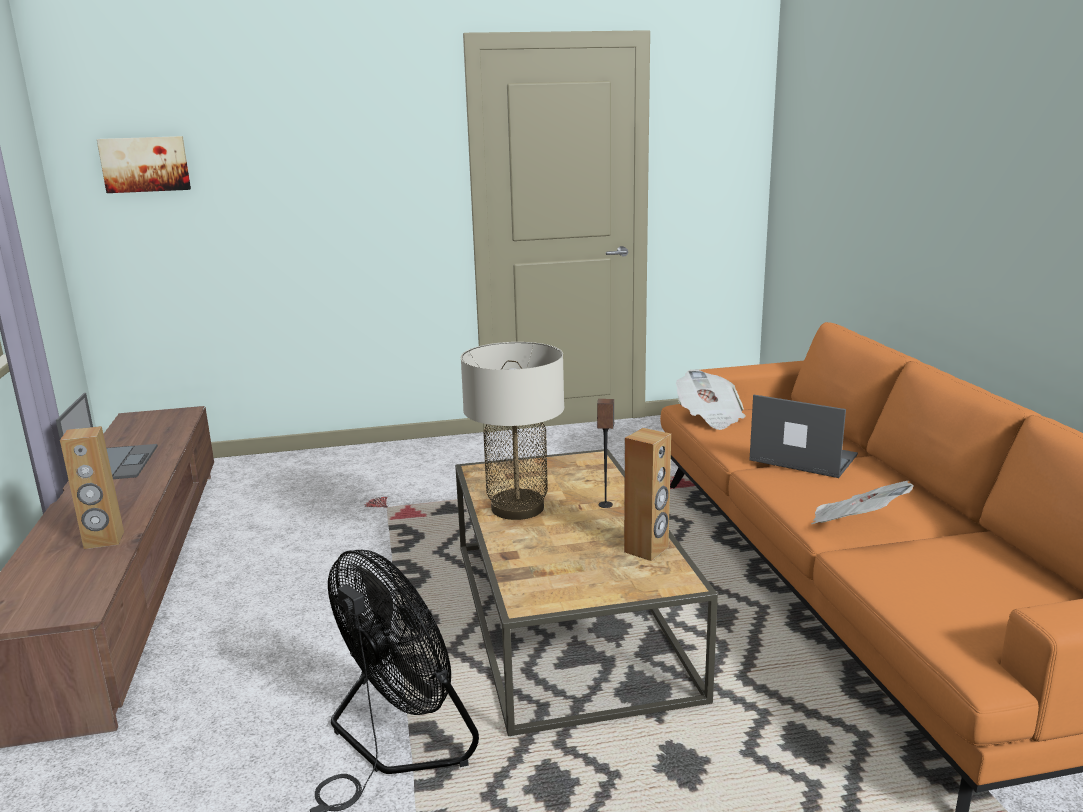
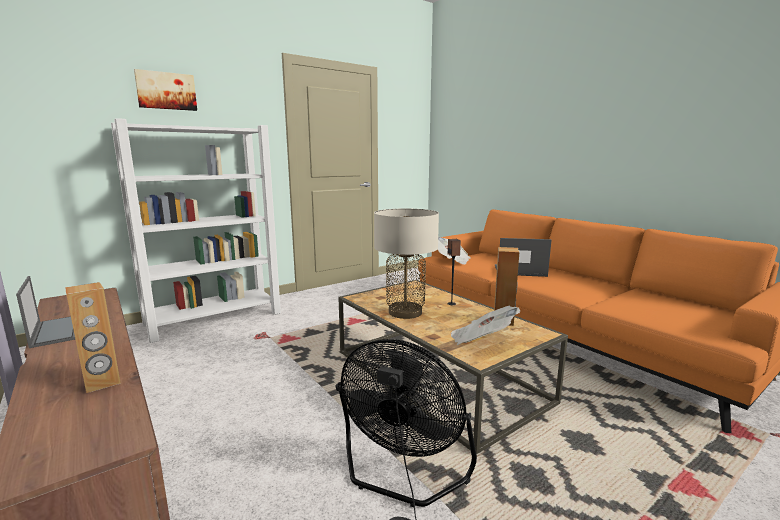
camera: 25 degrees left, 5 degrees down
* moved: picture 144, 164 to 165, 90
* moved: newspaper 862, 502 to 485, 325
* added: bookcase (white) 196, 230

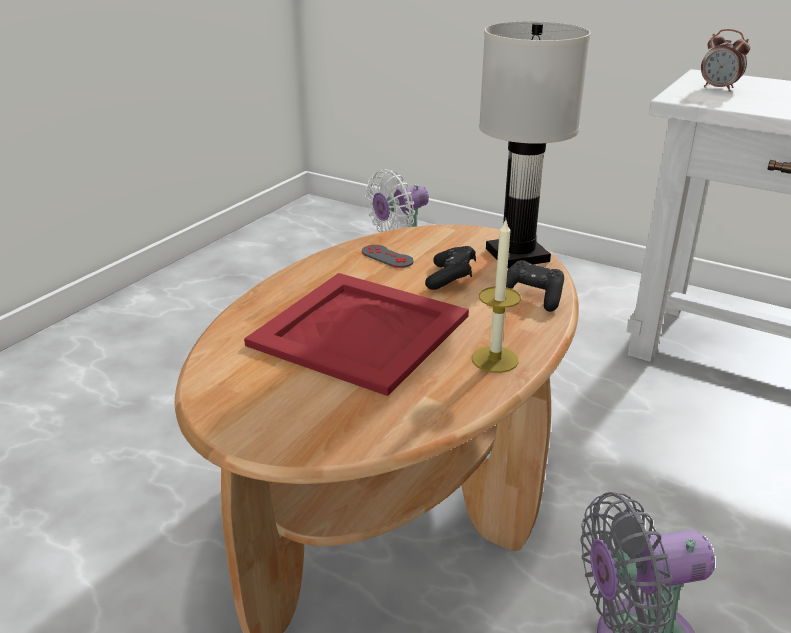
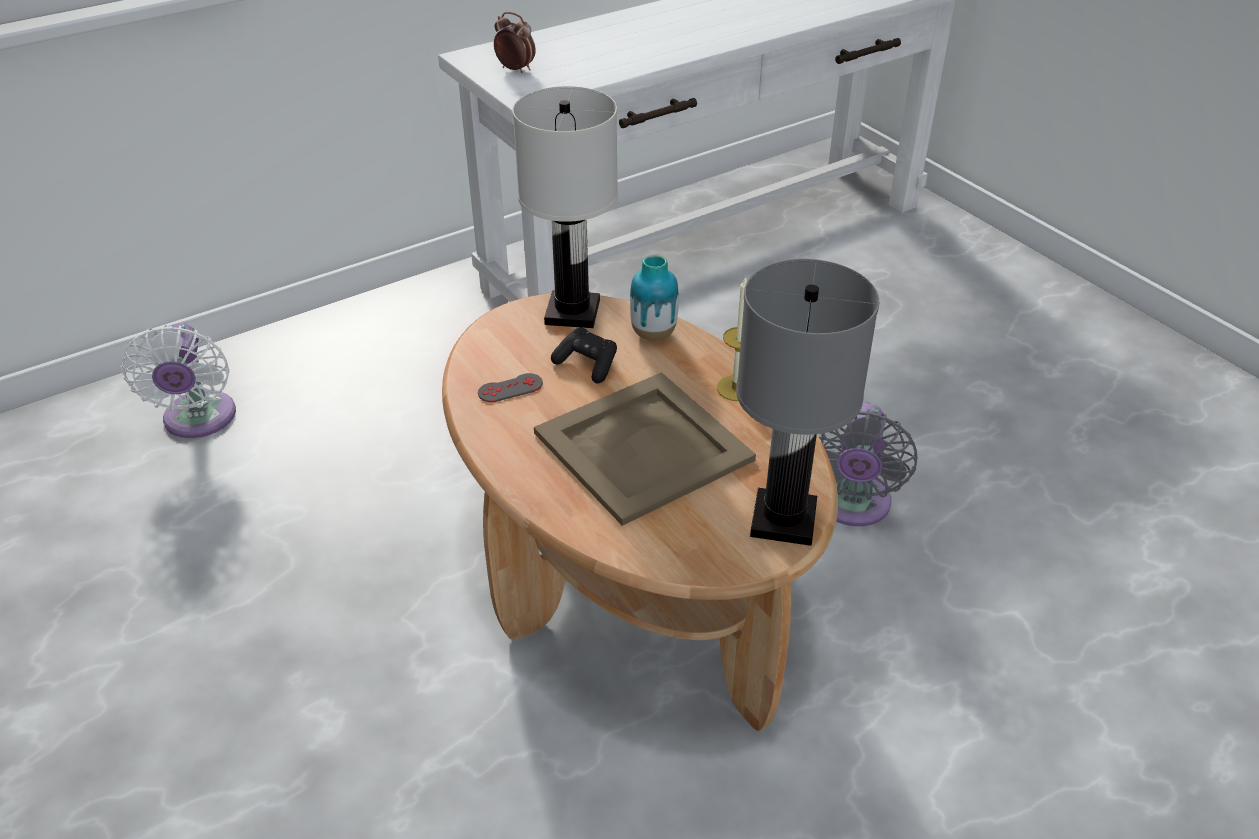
camera: 65 degrees left, 10 degrees up
* turned: alarm clock 725, 60 = 515, 42 120 degrees counterclockwise
* replaced: game controller (black) 535, 286 to vase 654, 298
* recoloured: tray (red) 356, 334 to tray (beige) 645, 449
* added: table lamp (grey) 807, 402

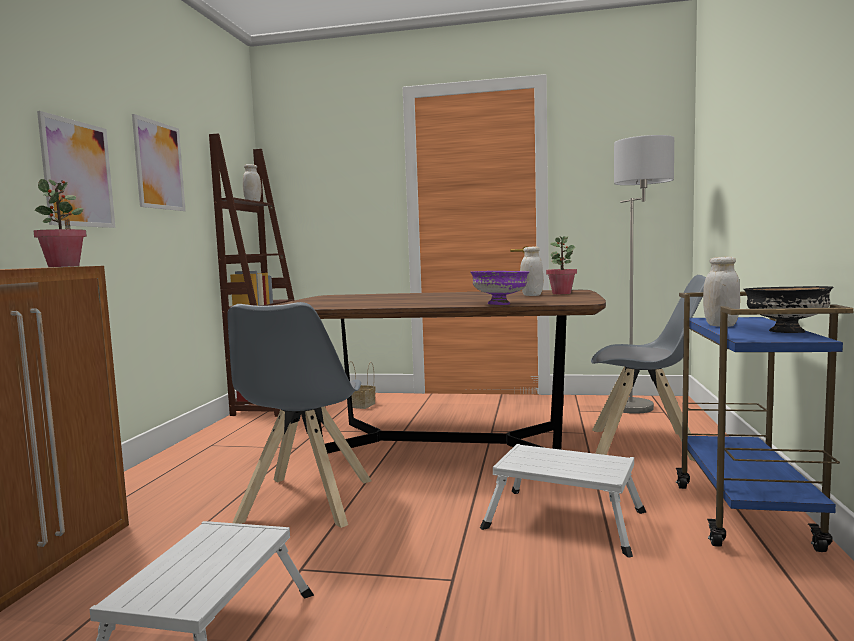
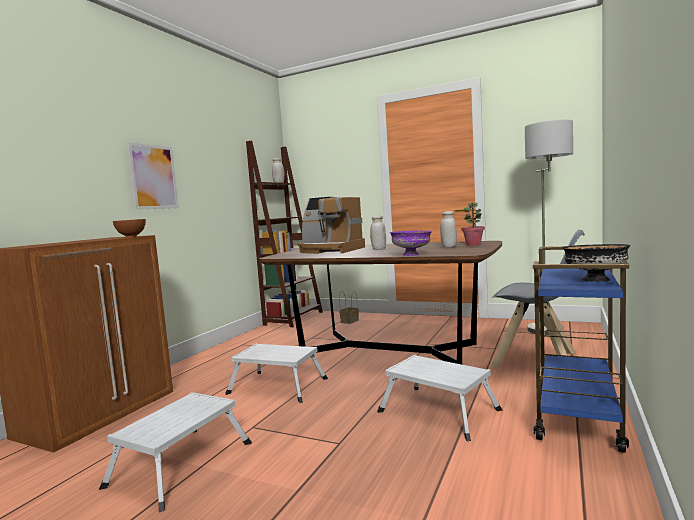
camera: 15 degrees right, 0 degrees up
* removed: picture 158, 162
* replaced: potted plant 60, 223 to bowl 129, 228
* moved: jar (white) 721, 292 to 378, 232
* replaced: chair (grey) 299, 415 to step ladder (white) 276, 373
* added: coffee machine 331, 225

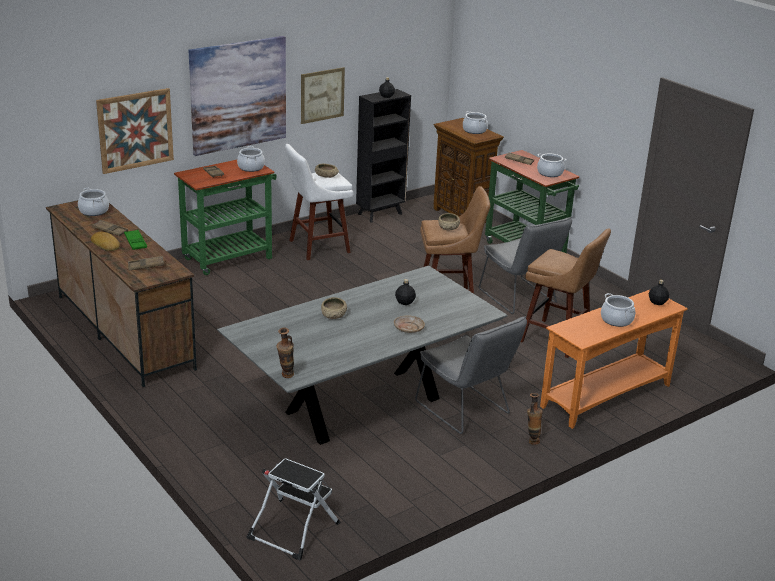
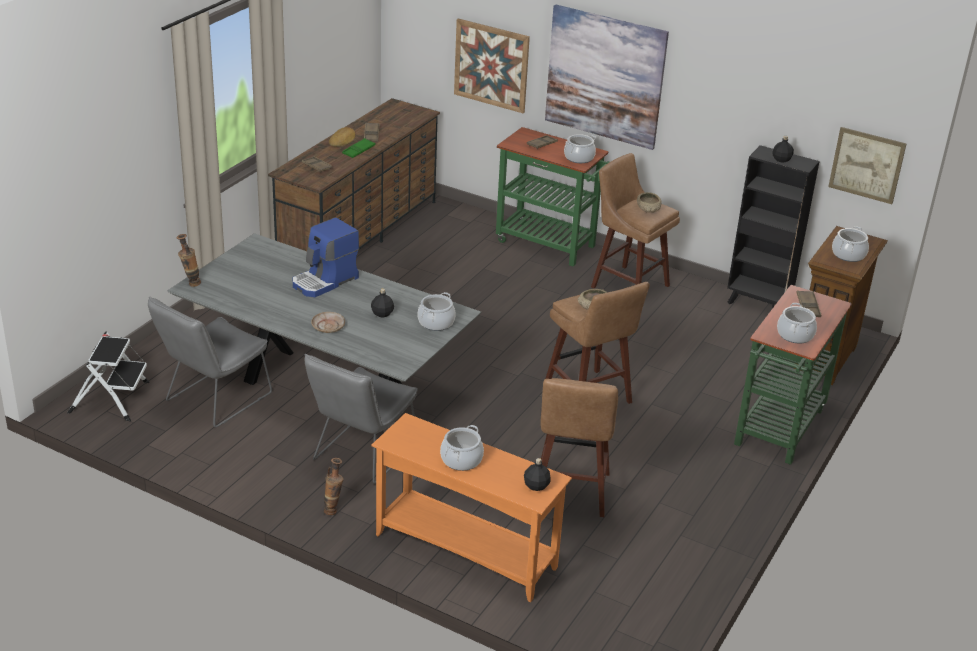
camera: 65 degrees right, 5 degrees up
* moved: picture 323, 95 to 867, 165
* recoloured: stool (white) 319, 202 to stool (brown) 635, 220
* moved: cooking pot 93, 202 to 436, 311
* moved: chair (grey) 525, 265 to 210, 362
* replaced: bowl (beige) 334, 308 to coffee machine 326, 257

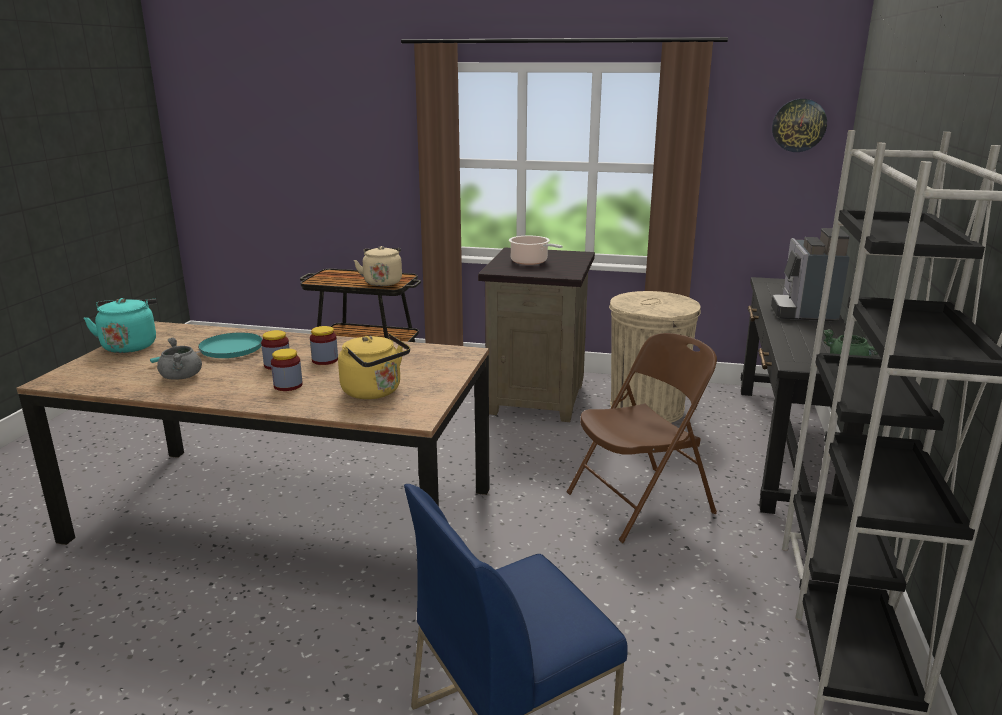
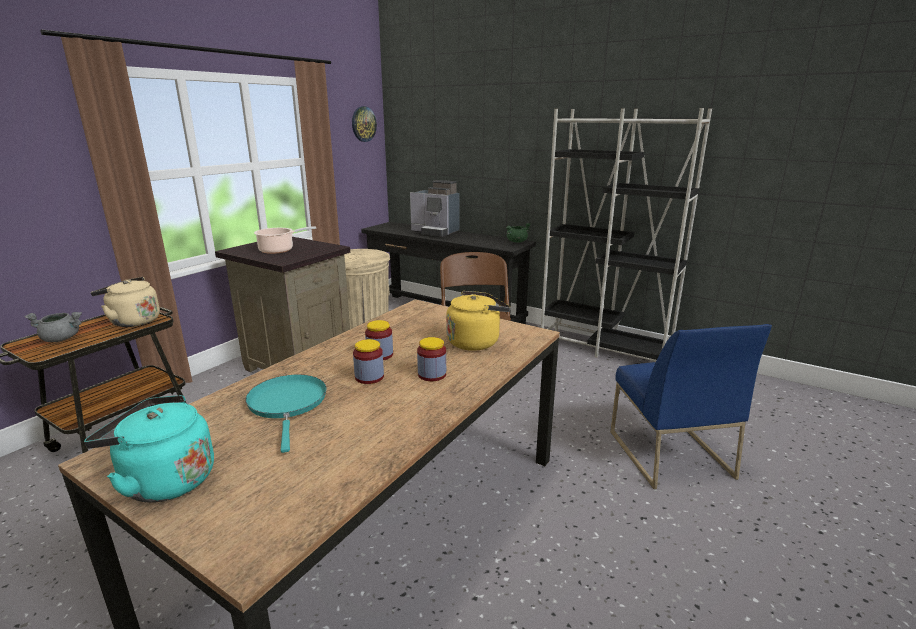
camera: 70 degrees left, 0 degrees up
* moved: cooking pot (grey) 179, 358 to 53, 327

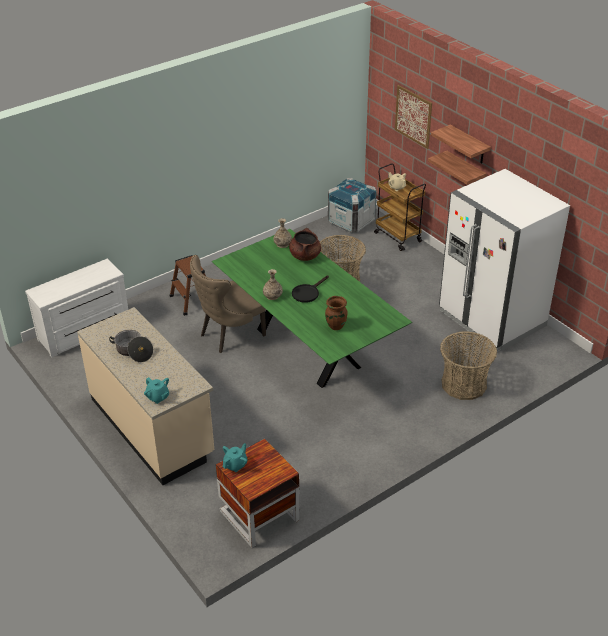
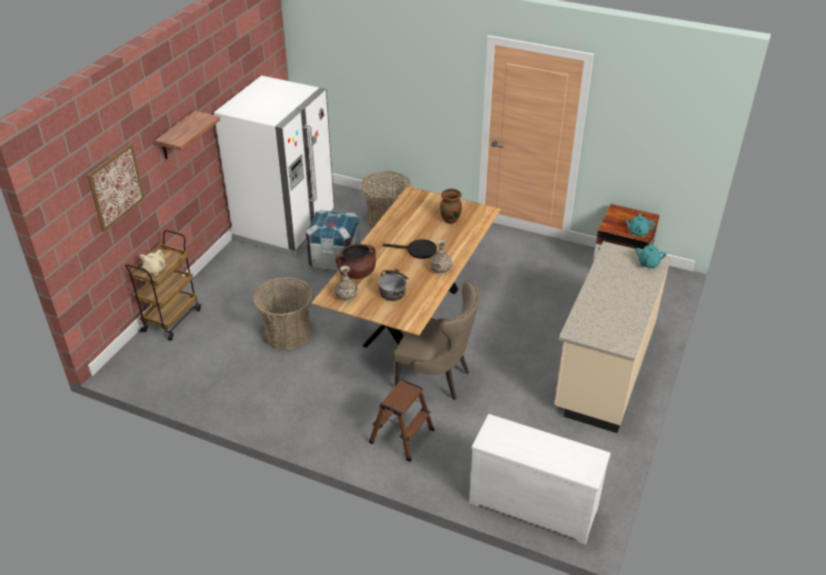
camera: 120 degrees left, 0 degrees up
* removed: shelf 457, 168
* moved: crate 352, 205 to 333, 241
* recoloured: dining table (green) 312, 308 to dining table (brown) 406, 267
* moved: cooking pot 131, 346 to 393, 285

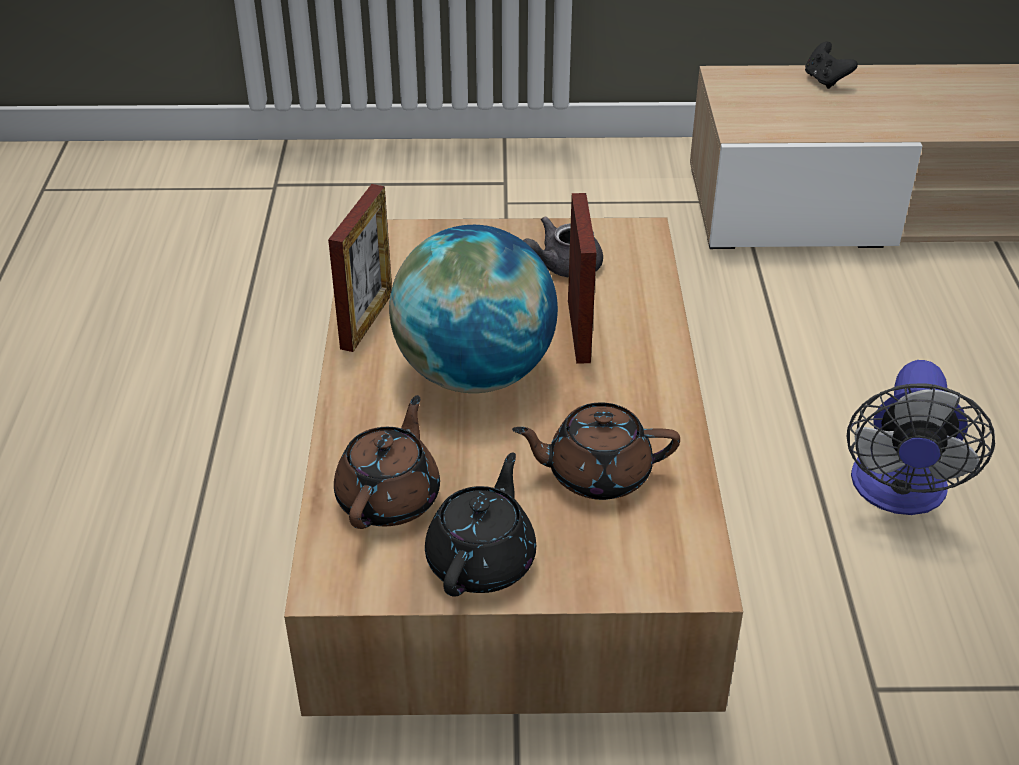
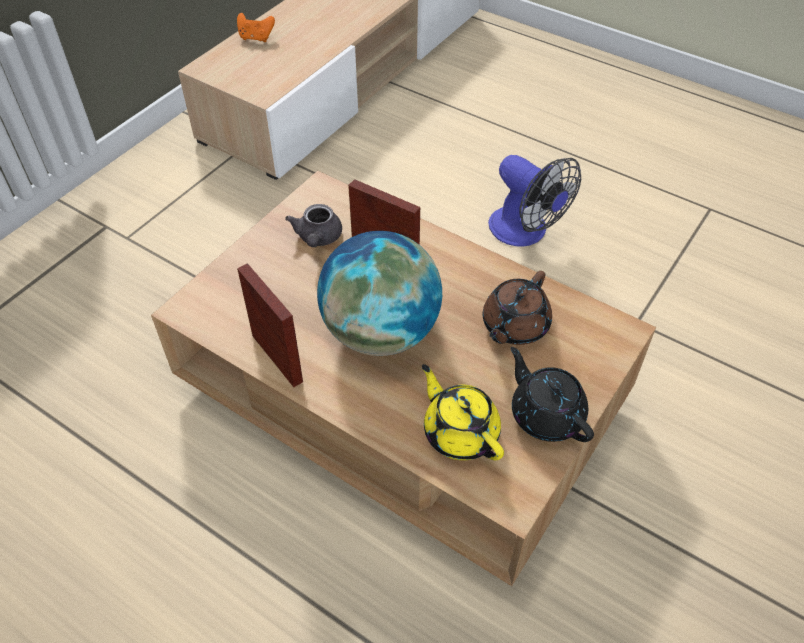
camera: 55 degrees left, 10 degrees up
* recoloured: game controller (black) 831, 65 to game controller (orange) 256, 27
* recoloured: teapot (brown) 387, 462 to teapot (yellow) 463, 412

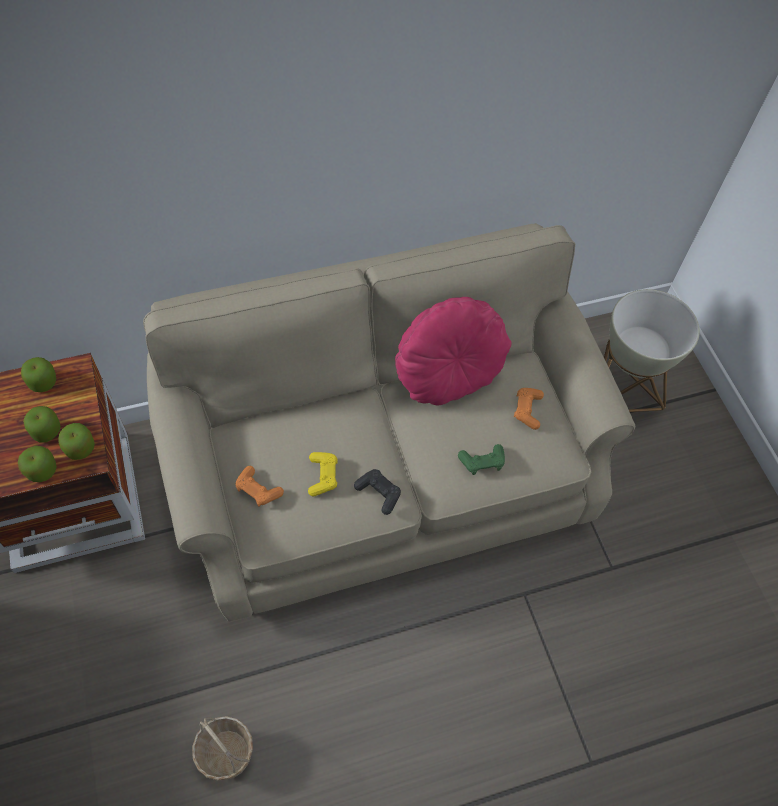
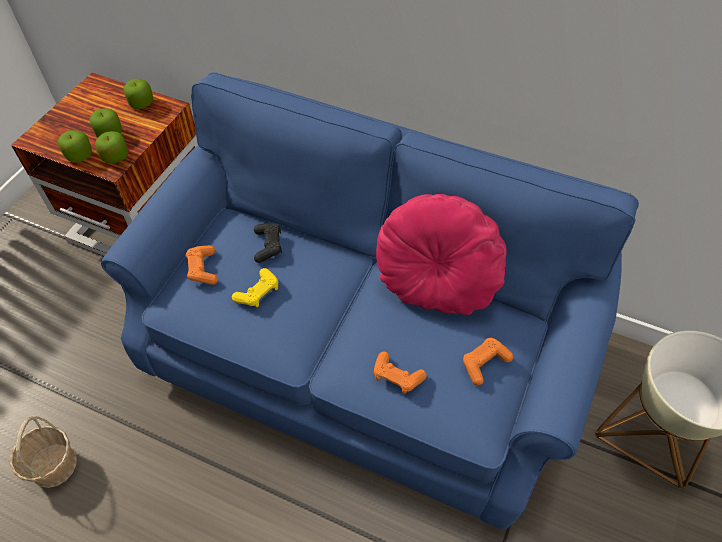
camera: 45 degrees right, 5 degrees down
* recoloured: sofa (beige) 389, 422 to sofa (blue) 370, 301
* recoloured: game controller (green) 481, 459 to game controller (orange) 400, 372
* moved: game controller (black) 377, 492 to 268, 243

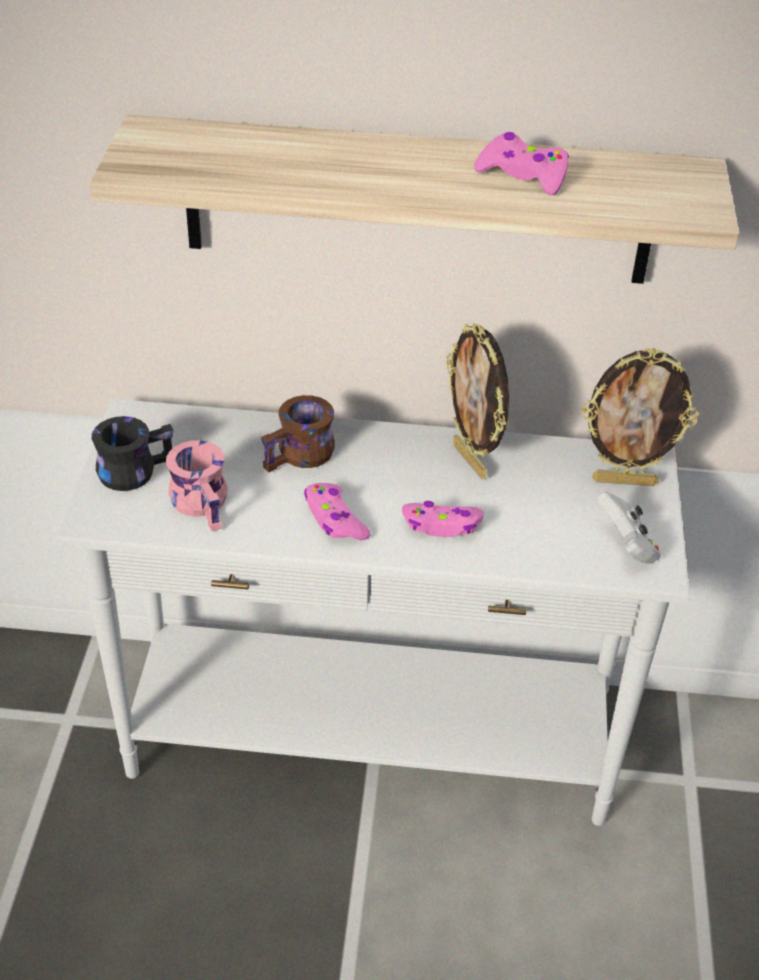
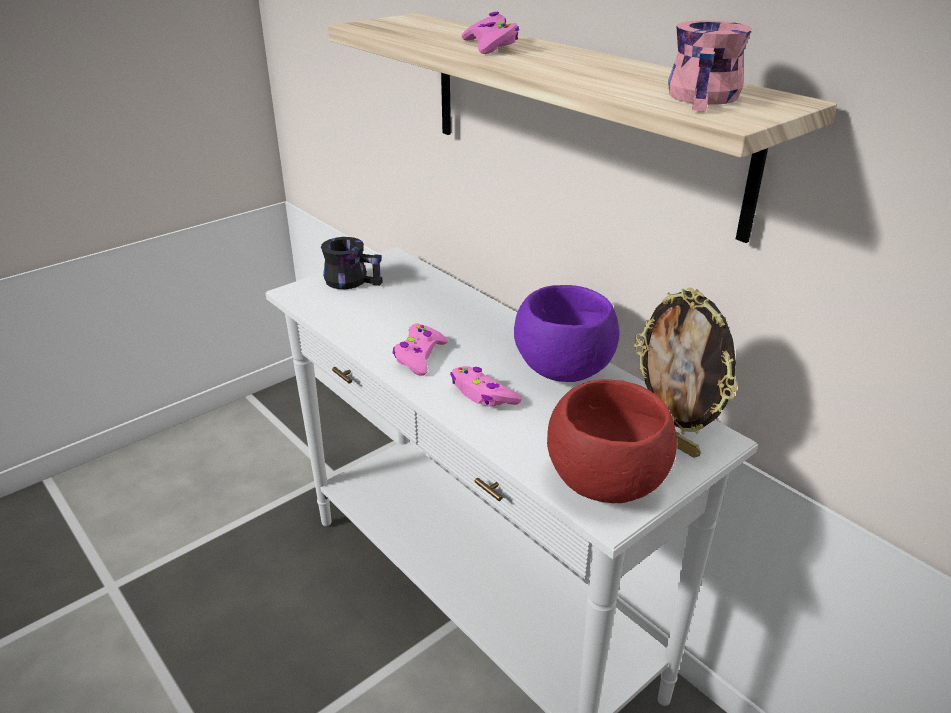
camera: 45 degrees right, 10 degrees down
* moved: game controller (pink) 521, 163 to 490, 33
* replaced: picture frame 477, 401 to bowl (purple) 566, 333
* removed: mug (brown) 298, 433
* moved: mug (pink) 196, 485 to 710, 66
* replaced: game controller (white) 629, 528 to bowl (red) 612, 441

